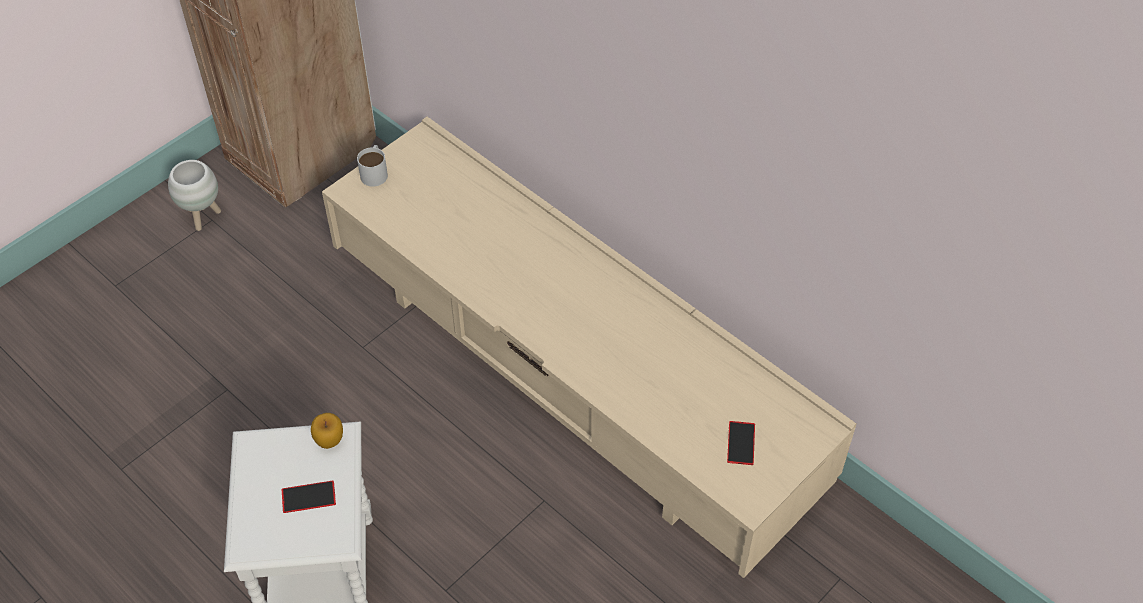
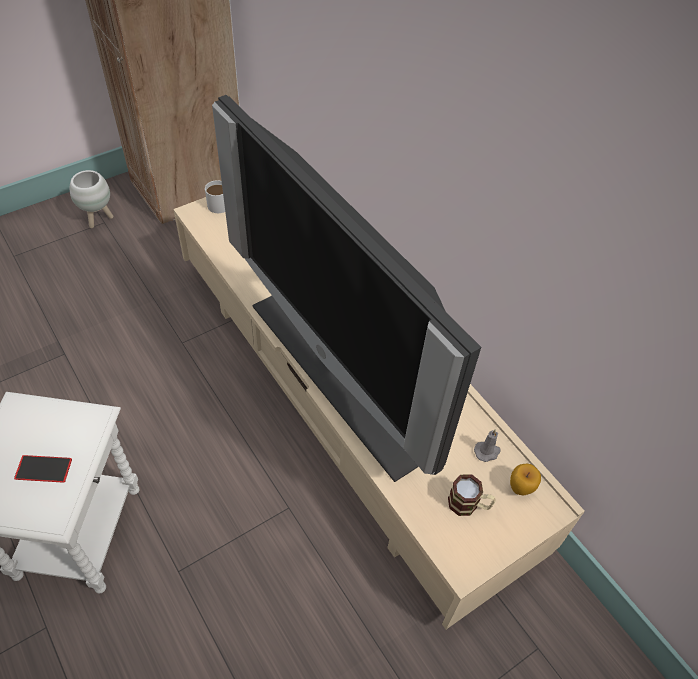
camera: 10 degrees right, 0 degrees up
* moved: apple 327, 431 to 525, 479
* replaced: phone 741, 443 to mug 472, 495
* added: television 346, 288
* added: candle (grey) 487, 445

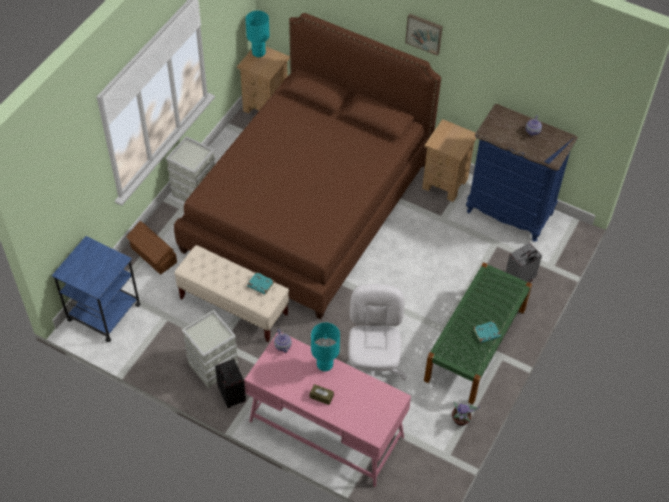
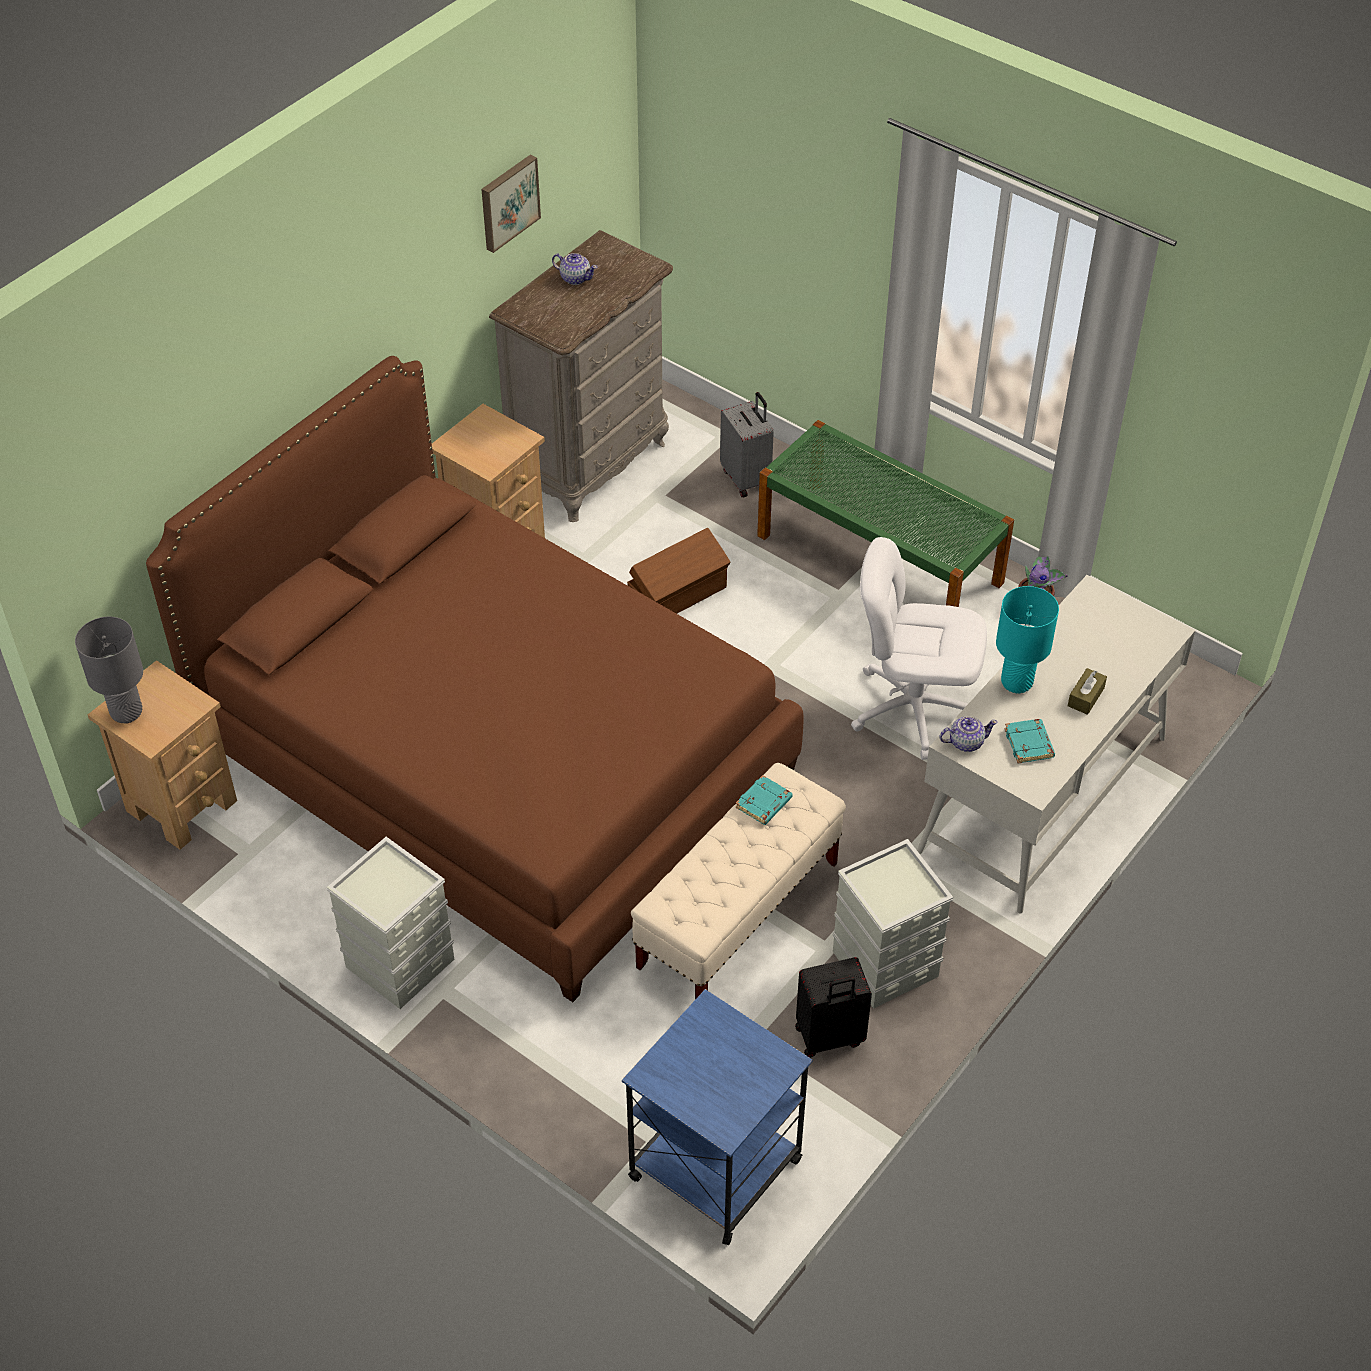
camera: 80 degrees left, 5 degrees down
* recoloured: table lamp (turquoise) 258, 34 to table lamp (grey) 109, 670
* moved: picture 424, 35 to 511, 204
* recoloured: dresser (blue) 522, 173 to dresser (beige) 581, 376
* moved: storage box (brown) 151, 248 to 679, 571
* moved: book (turquoise) 487, 332 to 1029, 741
* recoloured: desk (pink) 327, 409 to desk (white) 1056, 744
* moved: suitcase (black) 230, 383 to 833, 1007

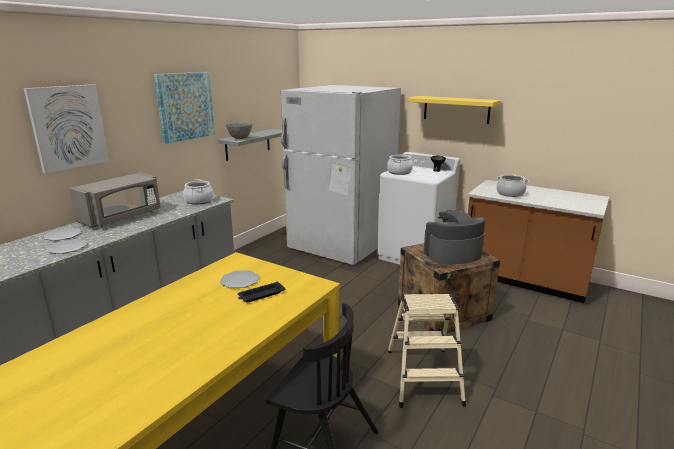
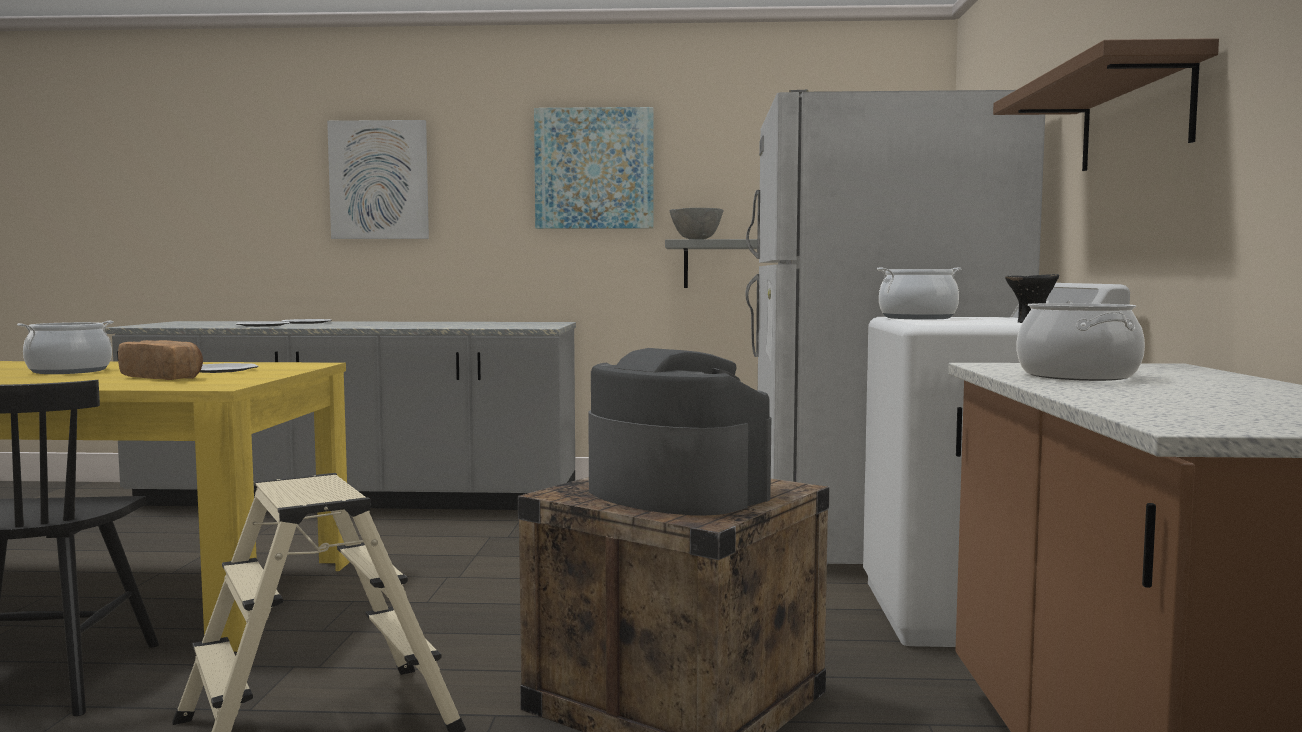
camera: 60 degrees right, 15 degrees down
* recoloured: shelf (yellow) 454, 110 to shelf (brown) 1106, 104
* removed: microwave (grey) 115, 200
* moved: cooking pot 198, 192 to 65, 347
* replaced: tray (black) 262, 292 to bread 160, 360

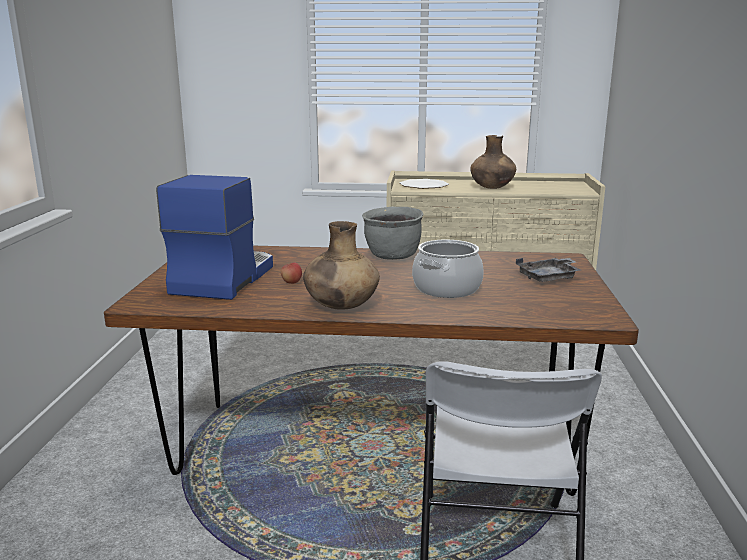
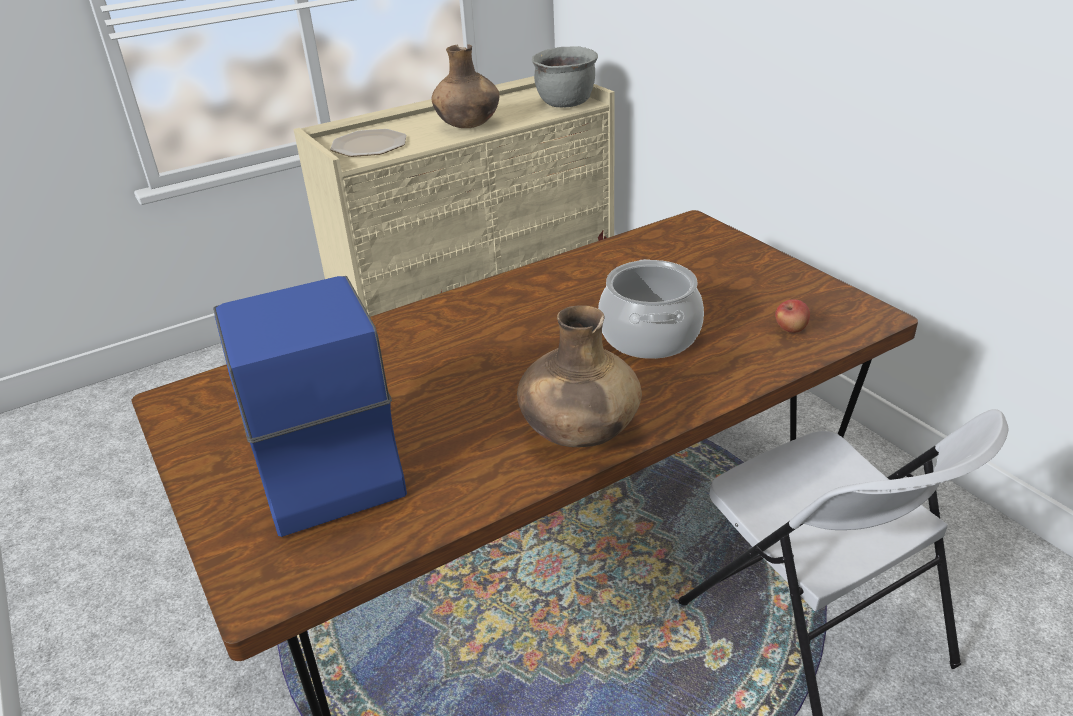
camera: 35 degrees left, 15 degrees up
* moved: cooking pot (grey) 392, 233 to 565, 76
* removed: tray (grey) 548, 270
* moved: apple 291, 273 to 792, 316

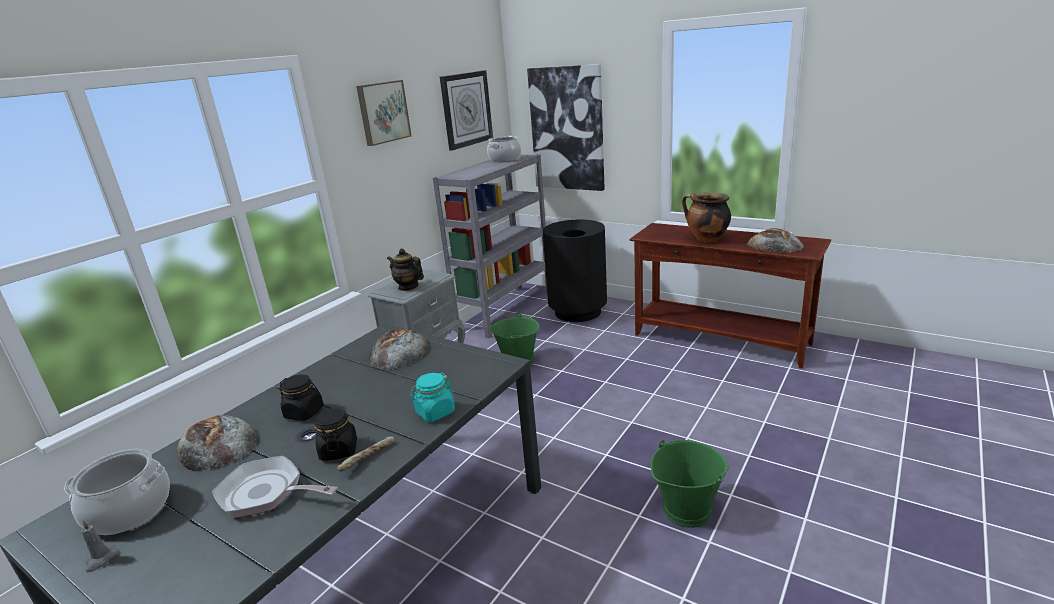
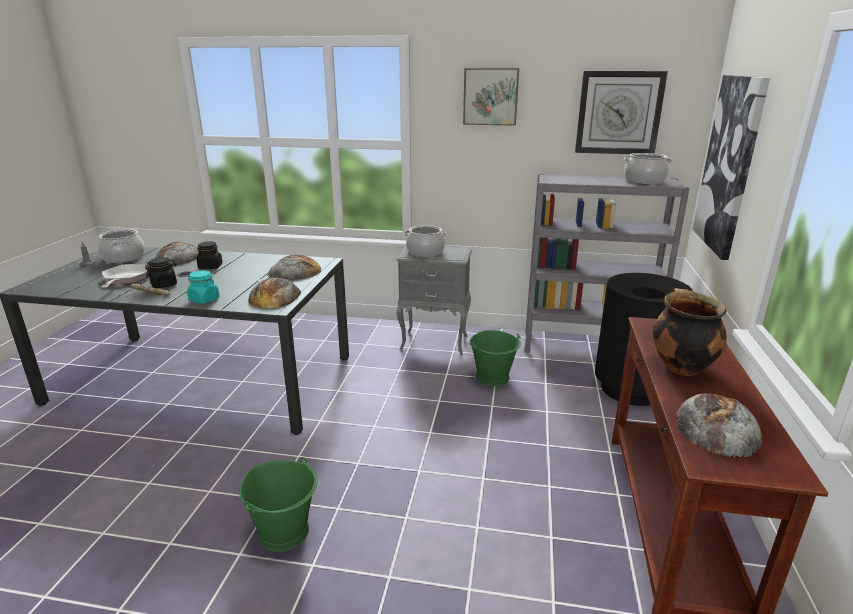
camera: 65 degrees right, 0 degrees up
* replaced: teapot 405, 270 to cooking pot 425, 241
* added: bread 274, 292

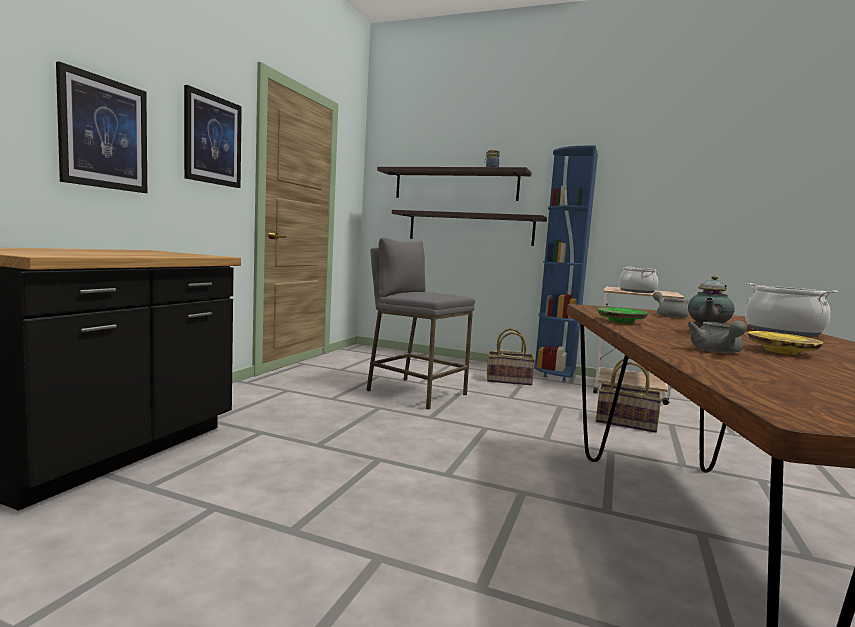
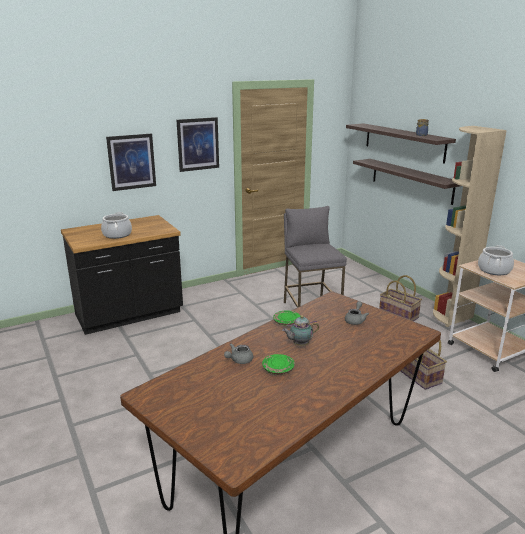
camera: 40 degrees right, 15 degrees up
* recoloured: bookcase (blue) 566, 263 to bookcase (beige) 470, 226
* moved: cooking pot 791, 309 to 116, 225
* recoloured: plate (yellow) 785, 343 to plate (green) 278, 364

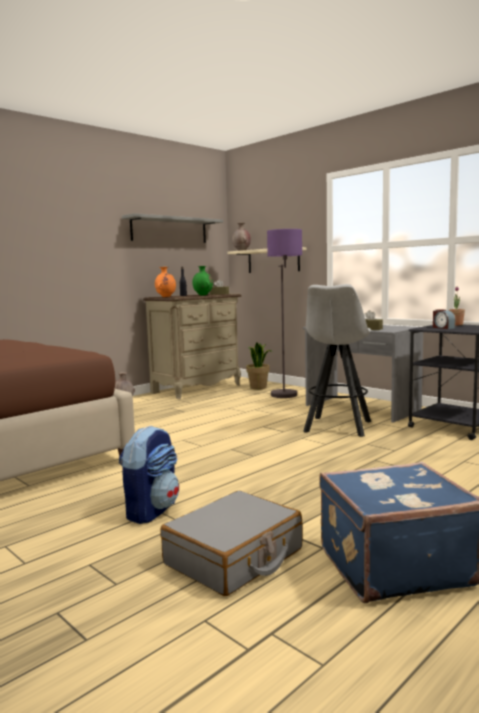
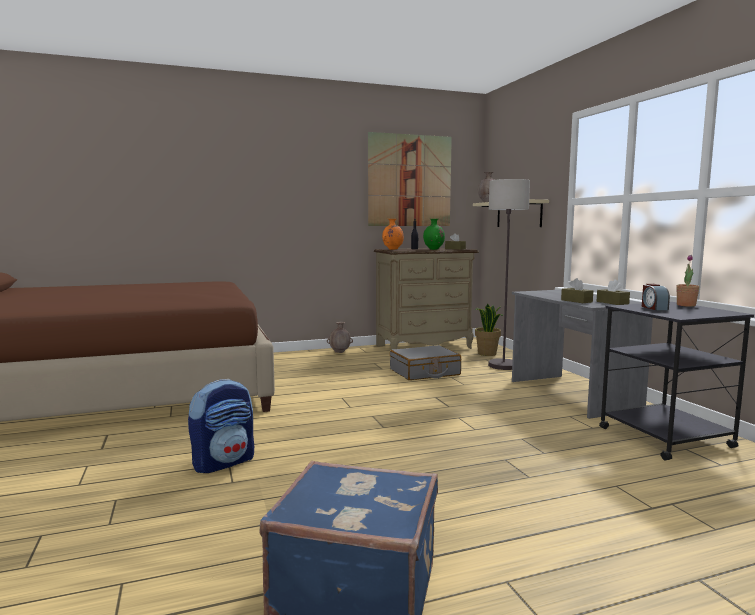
camera: 25 degrees right, 0 degrees up
* replaced: shelf (grey) 172, 228 to picture 410, 179
* recoloured: floor lamp (purple) 284, 313 to floor lamp (grey) 509, 274
* removed: stool (grey) 337, 360
* moved: suitcase (grey) 231, 543 to 425, 362
* added: tissue box (brown) 613, 292

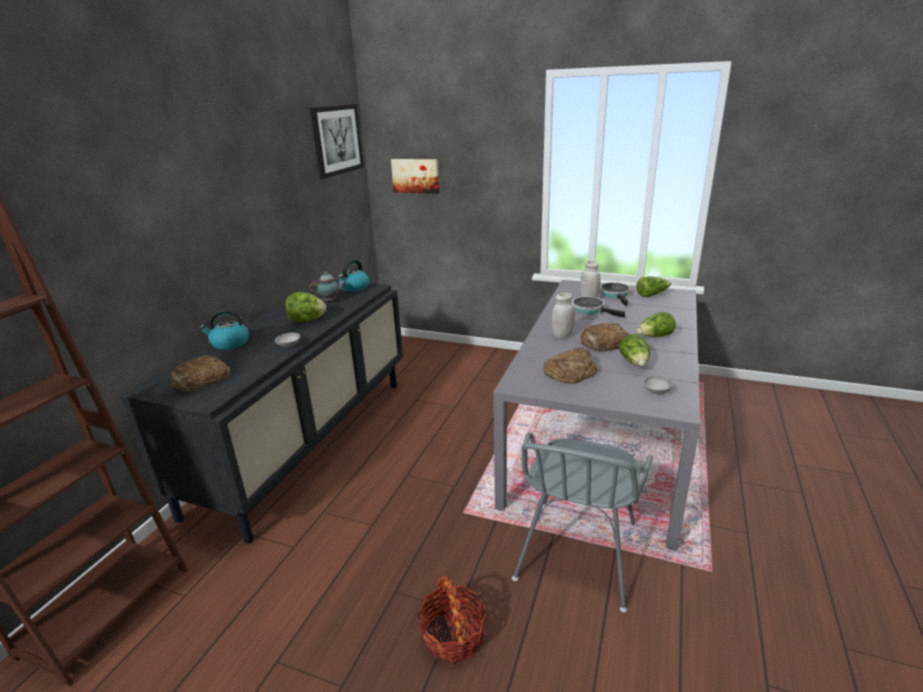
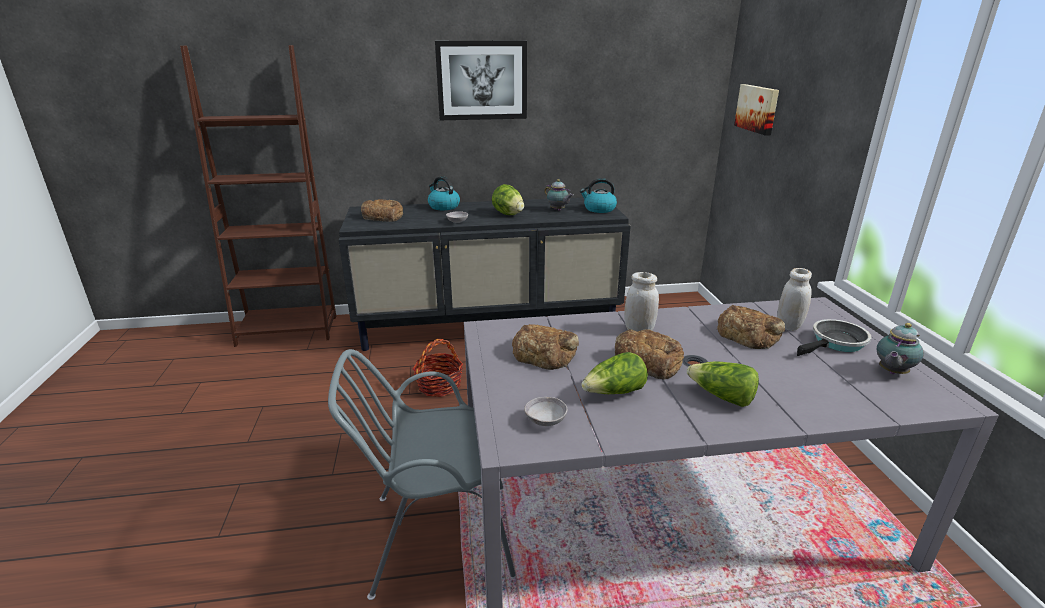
camera: 60 degrees right, 0 degrees up
* moved: picture 337, 141 to 481, 80
* replaced: lettuce 653, 286 to teapot 900, 348
* replaced: frying pan 598, 307 to bread 751, 327
* moved: basket 452, 618 to 438, 368

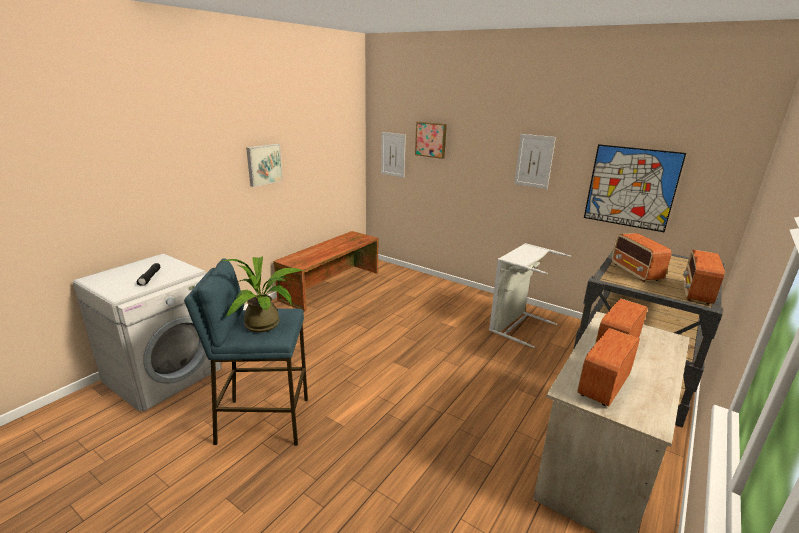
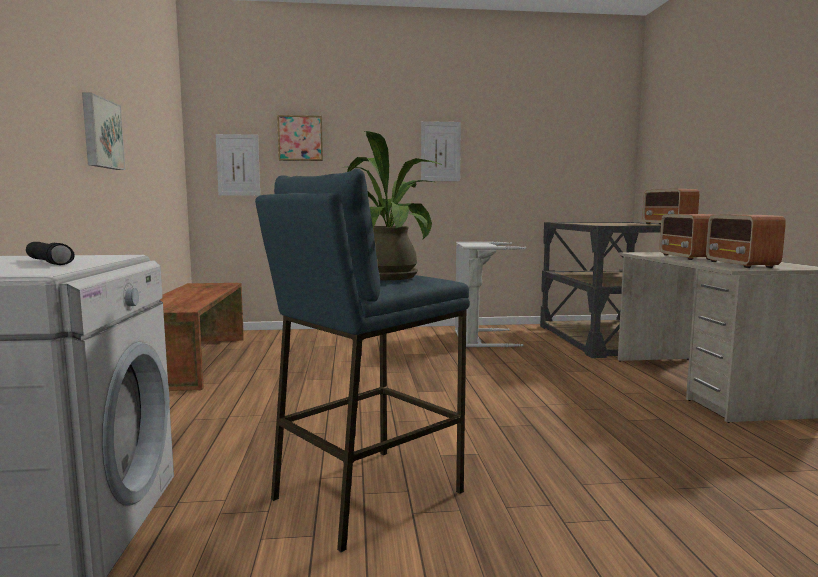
camera: 40 degrees left, 15 degrees down
* removed: picture 635, 188
* removed: radio 642, 257

